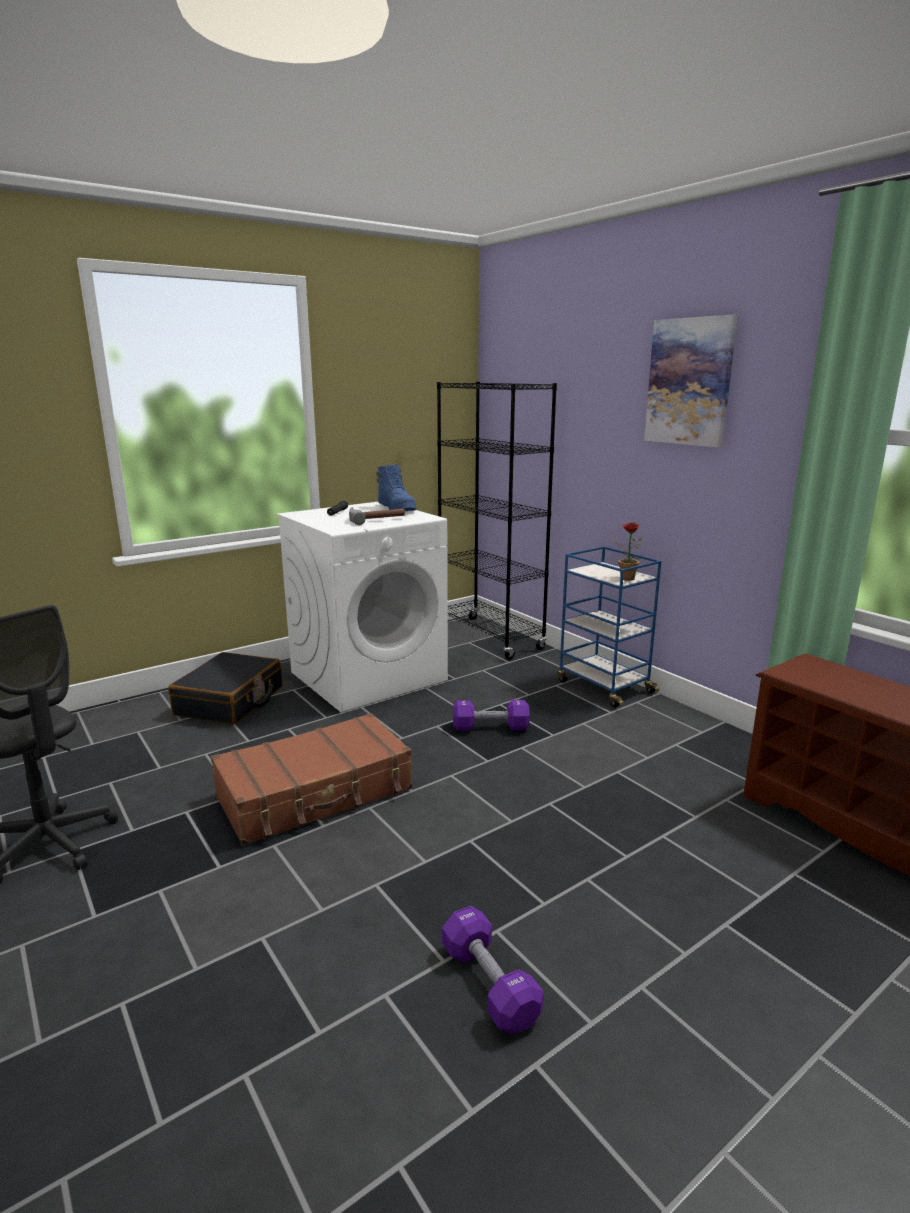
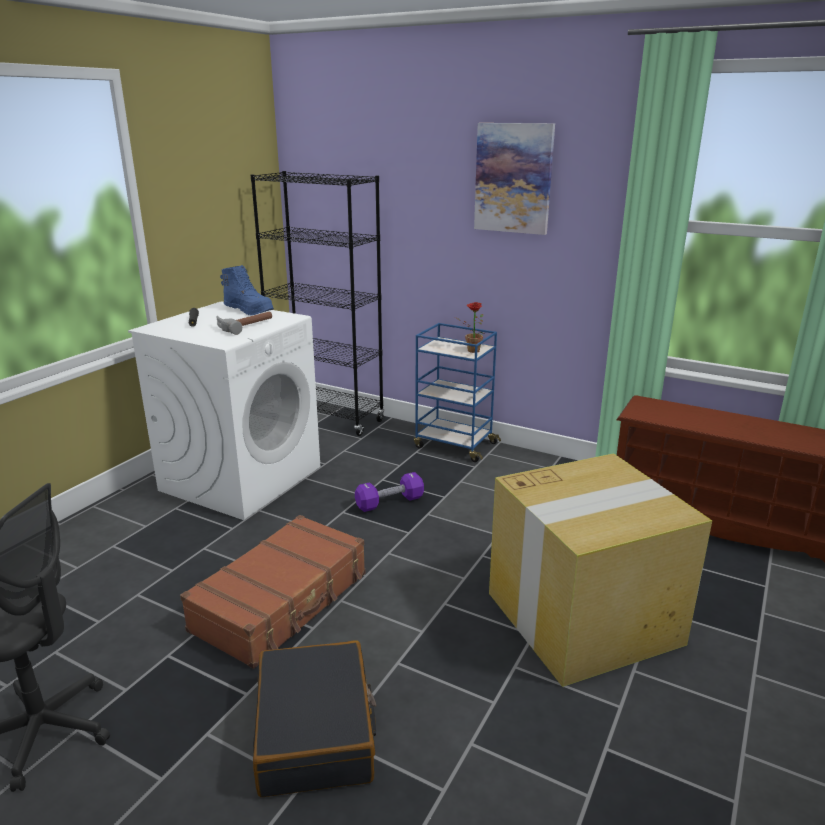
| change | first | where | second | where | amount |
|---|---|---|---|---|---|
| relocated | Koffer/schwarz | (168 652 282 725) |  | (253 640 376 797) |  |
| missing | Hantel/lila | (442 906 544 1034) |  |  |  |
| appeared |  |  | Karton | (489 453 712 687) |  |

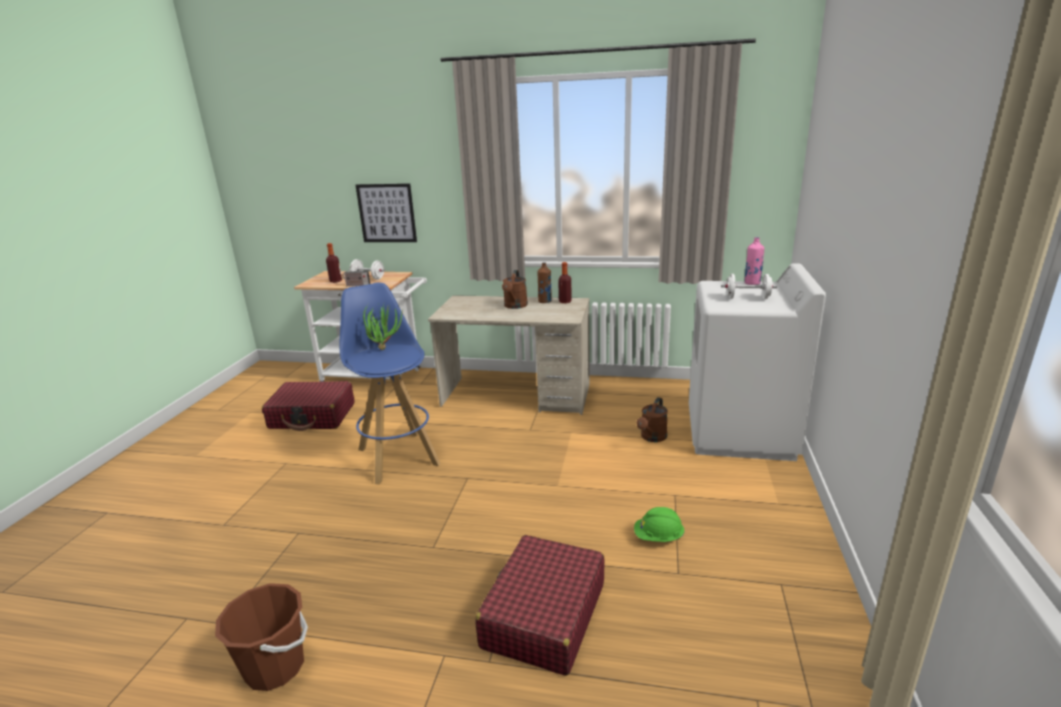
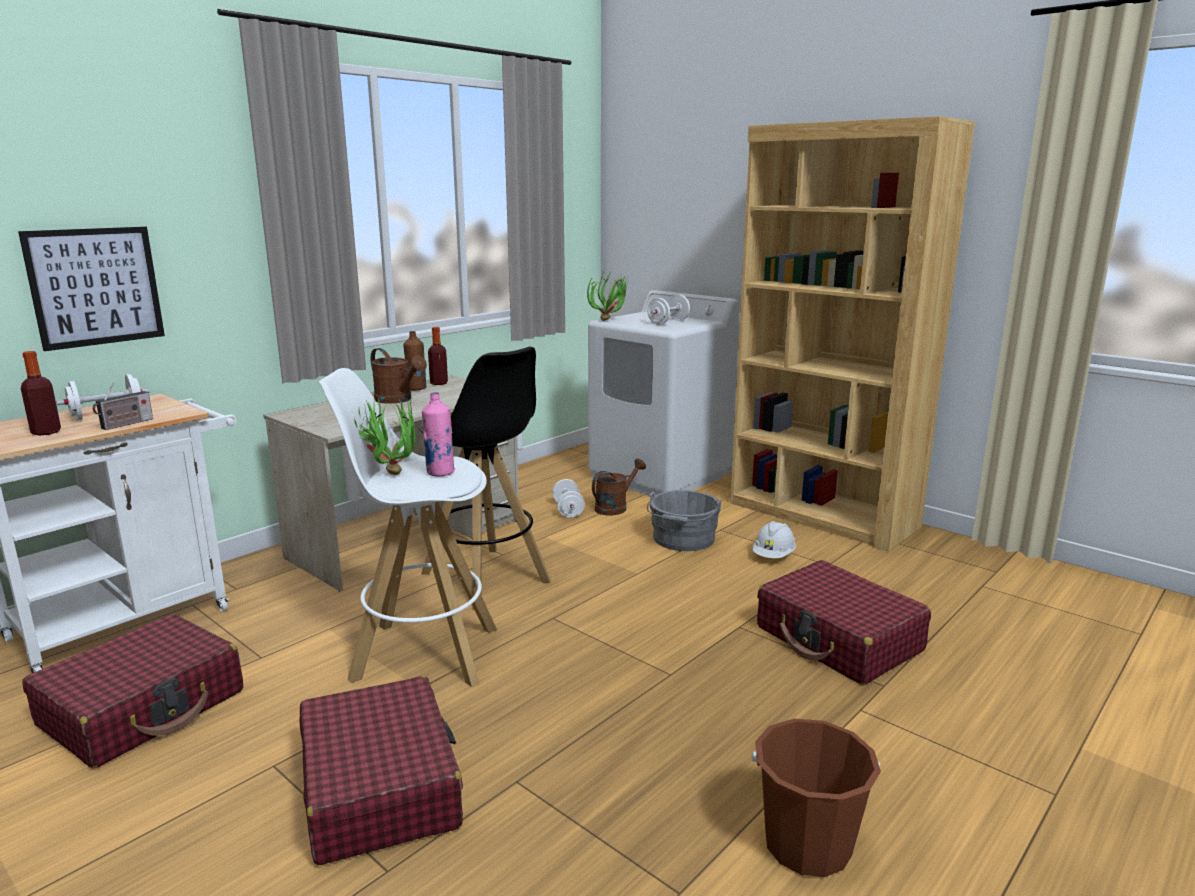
| change | first | where | second | where | amount |
|---|---|---|---|---|---|
| relocated | Flasche/rosa | (744 237 764 285) |  | (422 392 455 477) |  |
| colour | Hocker/blau | (340 283 441 485) | Hocker/weiß | (318 368 497 687) |  |
| spun | Gießkanne/braun | (637 397 668 442) |  | (592 459 646 515) | 105 degrees counterclockwise |
| colour | Schutzhelm/grün | (634 507 685 542) | Schutzhelm/weiß | (753 521 796 558) |  |
| appeared |  |  | Bücherregal/braun | (730 116 975 552) |  |
| appeared |  |  | Topfpflanze | (587 270 628 321) |  |
| appeared |  |  | Hocker/schwarz | (418 347 551 610) |  |
| appeared |  |  | Hantel/weiß | (552 479 585 518) |  |
| appeared |  |  | Eimer/grau | (647 490 721 551) |  |
| appeared |  |  | Koffer/rot | (299 676 463 865) |  |

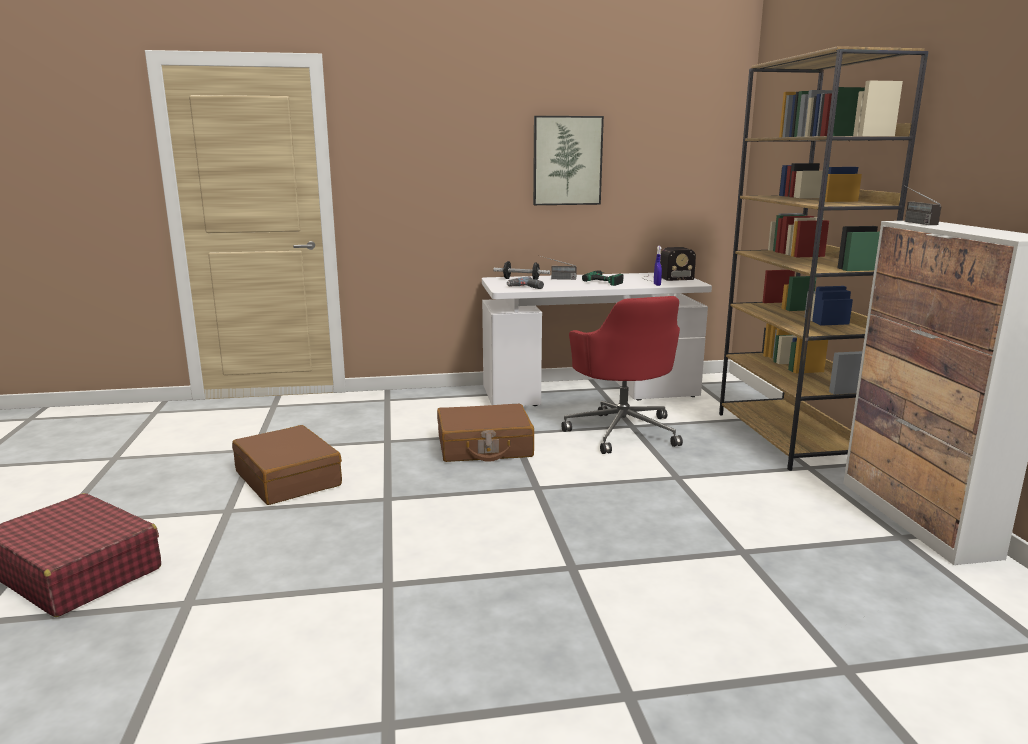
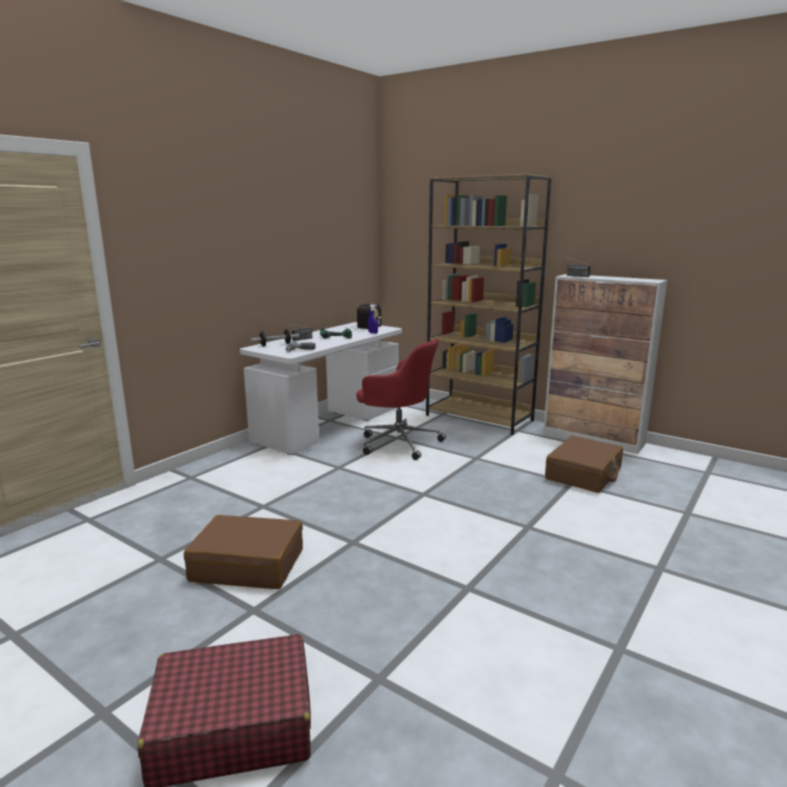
| change | first | where | second | where | amount |
|---|---|---|---|---|---|
| missing | Bild | (533 116 604 205) |  |  |  |
| relocated | Koffer/braun | (437 404 534 462) |  | (545 436 623 493) |  |

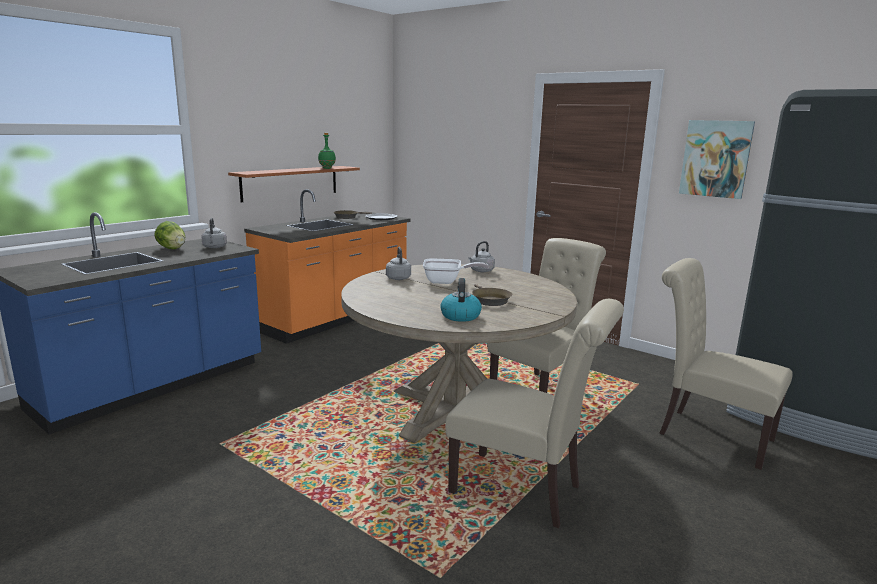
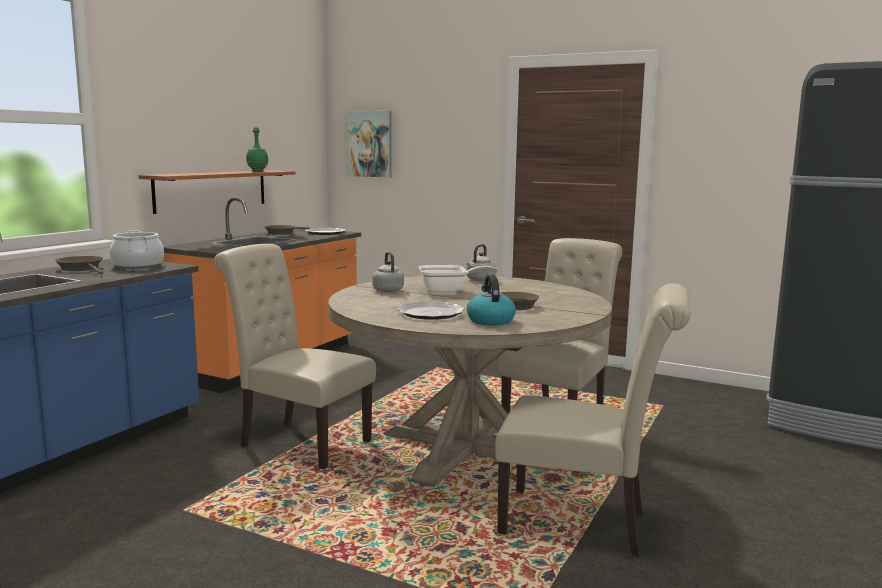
| change | first | where | second | where | amount |
|---|---|---|---|---|---|
| relocated | Bild | (679 120 755 199) |  | (345 111 392 178) |  |
| exchanged | Wasserkessel/grau | (201 218 227 248) | Kochtopf | (109 230 164 269) |  |
| exchanged | Salatkopf | (154 221 185 249) | Pfanne/braun | (55 256 103 275) |  |
| relocated | Stuhl/beige | (659 258 793 470) |  | (214 244 376 469) |  |
| appeared |  |  | Teller | (397 301 465 320) |  |

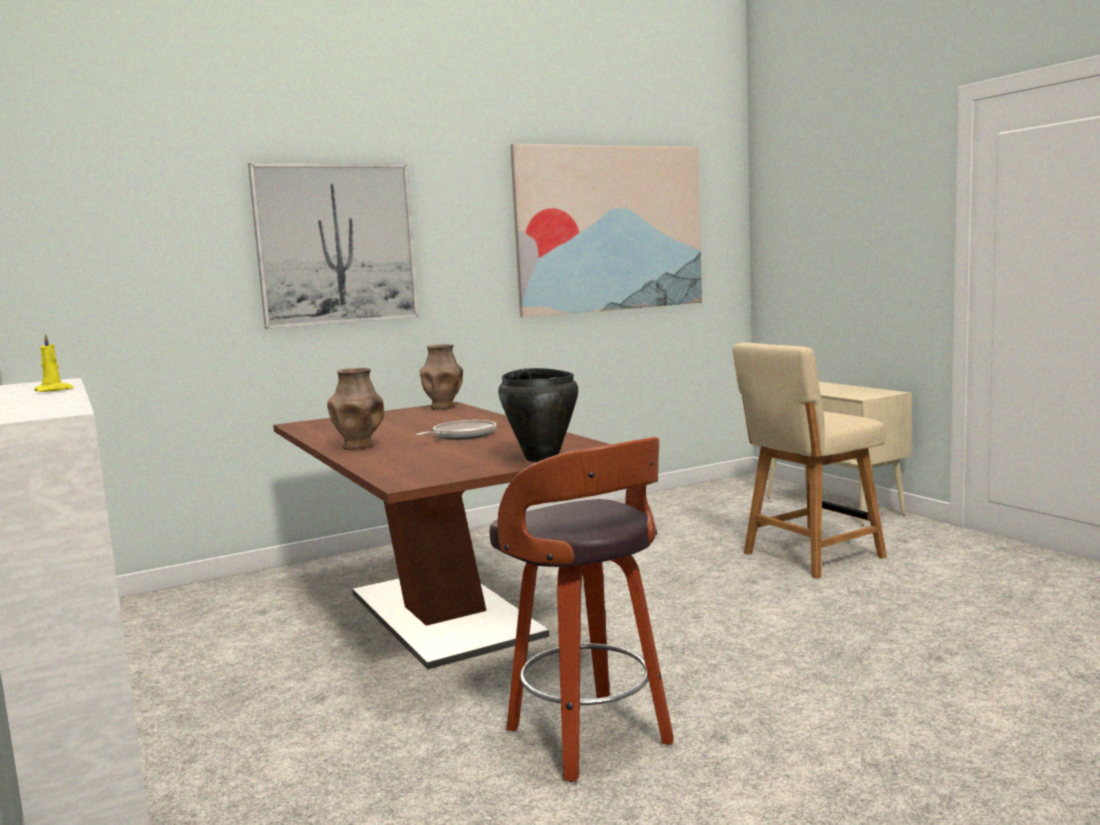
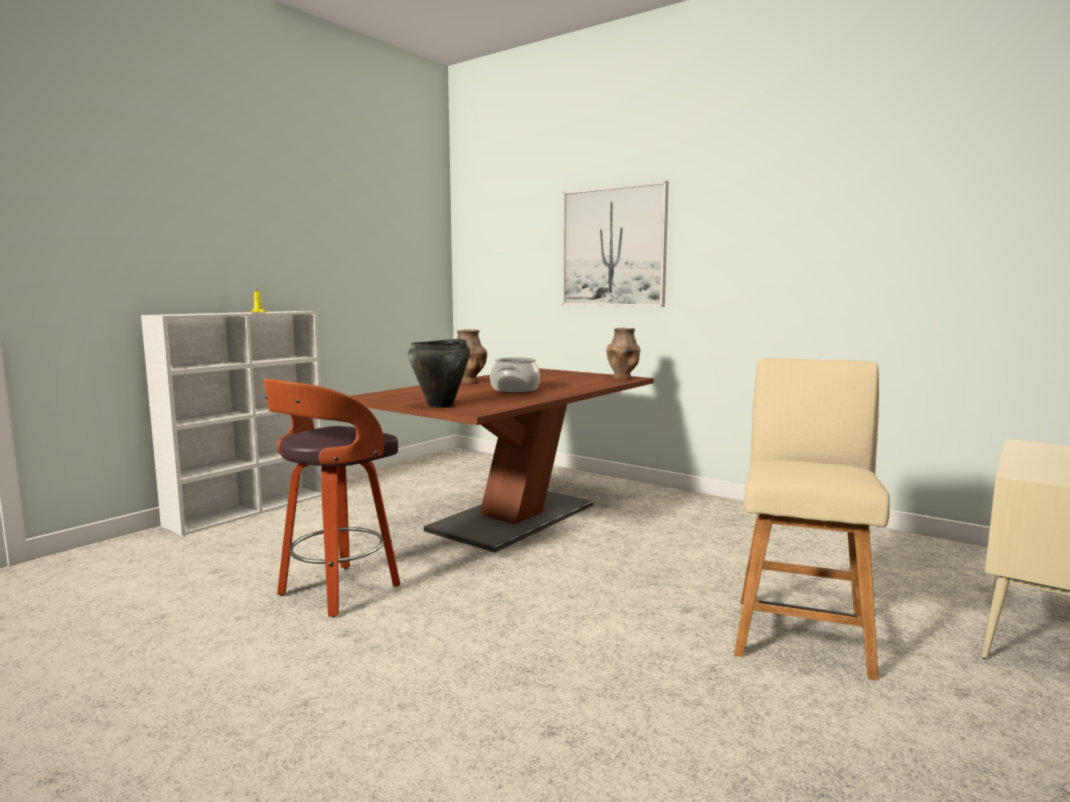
| change | first | where | second | where | amount |
|---|---|---|---|---|---|
| missing | Bild | (510 144 702 317) |  |  |  |
| spun | Stuhl/beige | (733 343 887 579) |  | (734 358 890 681) | 75 degrees clockwise |
| exchanged | Pfanne | (415 420 496 440) | Kochtopf | (490 357 540 393) |  |

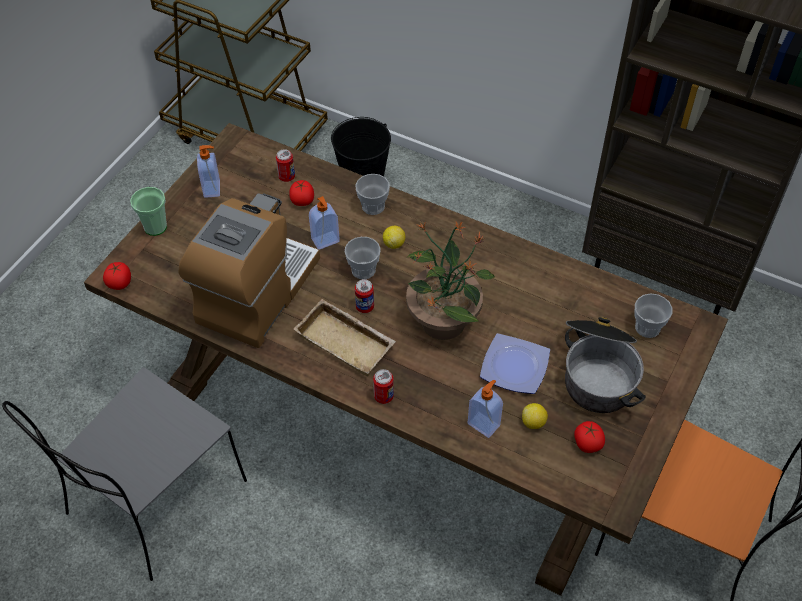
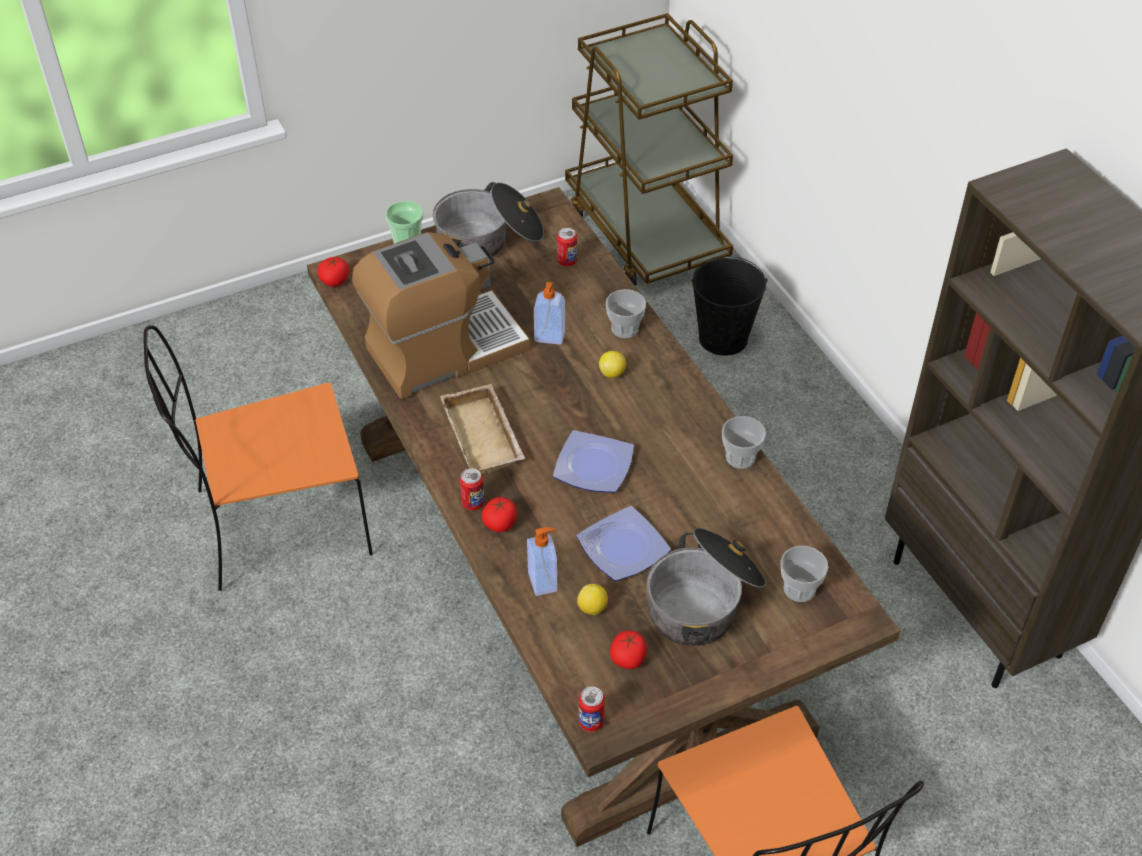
| change | first | where | second | where | amount |
|---|---|---|---|---|---|
| exchanged | Seifenspender | (197 145 220 198) | Kochtopf | (433 182 544 256) |  |
| relocated | Tomate | (289 180 314 206) |  | (482 497 517 532) |  |
| exchanged | Topfpflanze | (406 221 495 340) | Teller | (553 430 634 493) |  |
| relocated | Tasse | (345 237 381 279) |  | (722 416 766 469) |  |
| relocated | Dose | (355 279 374 313) |  | (579 687 605 732) |  |
| colour | Stuhl/grau | (2 367 247 581) | Stuhl/orange | (143 325 373 591) |  |

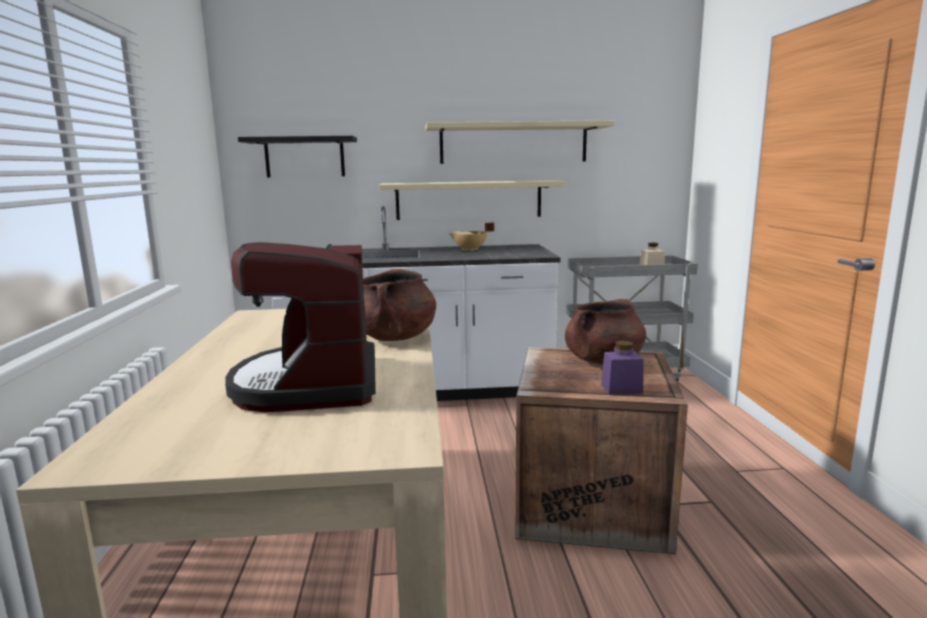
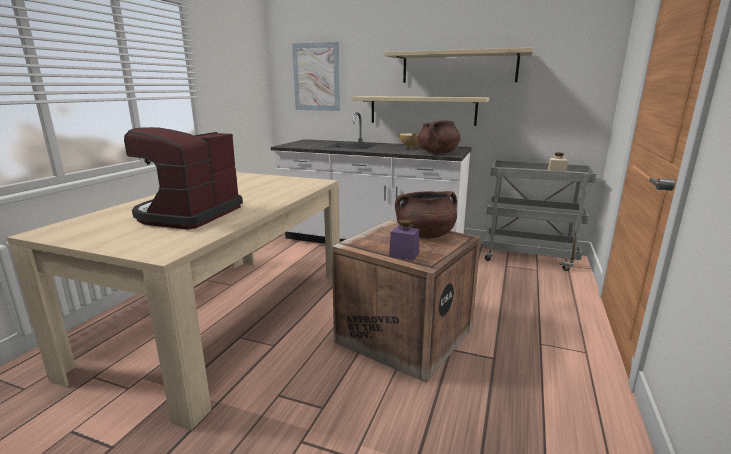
| change | first | where | second | where | amount |
|---|---|---|---|---|---|
| exchanged | Wandregal/schwarz | (238 136 357 178) | Bild | (292 42 340 111) |  |
| relocated | Kochtopf/braun | (363 269 436 341) |  | (418 120 460 153) |  |

